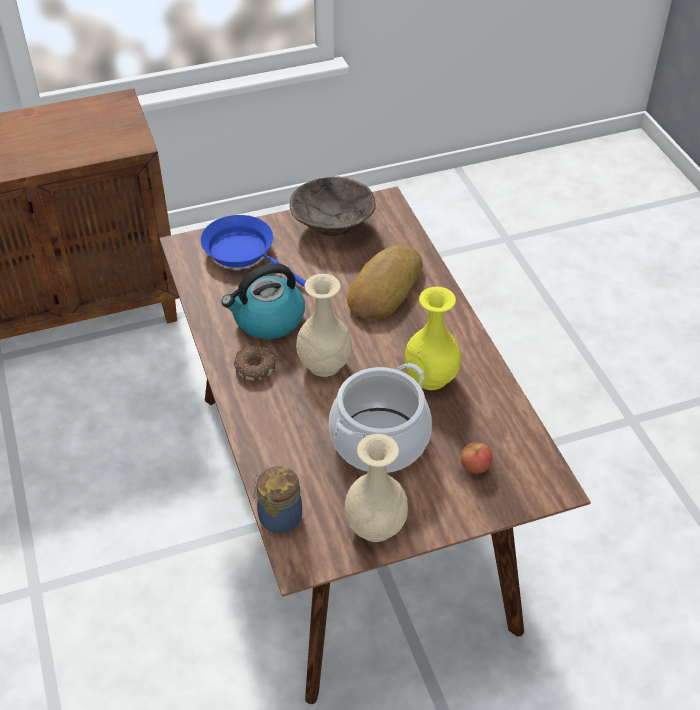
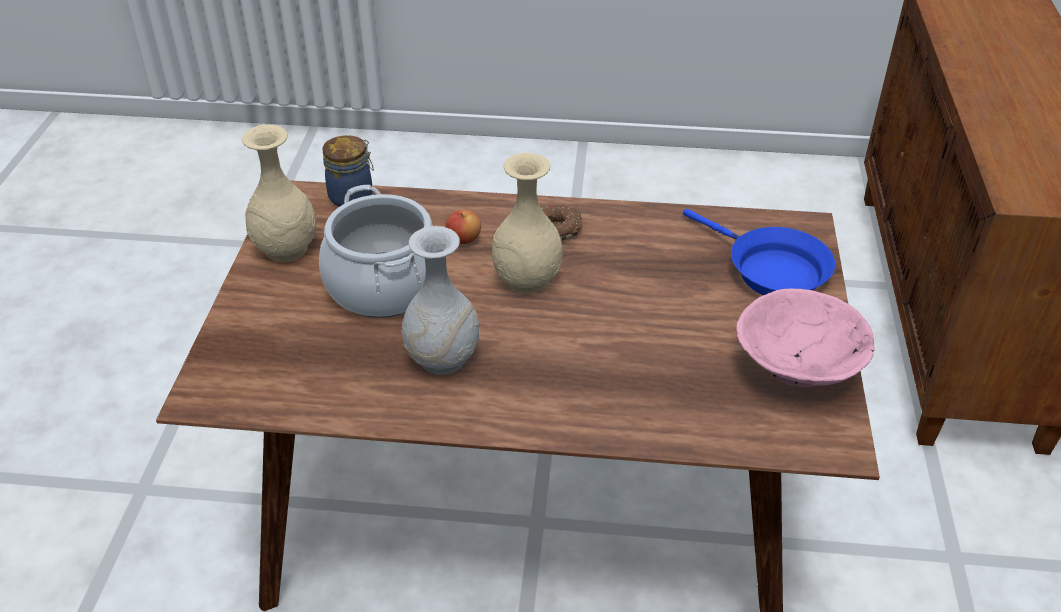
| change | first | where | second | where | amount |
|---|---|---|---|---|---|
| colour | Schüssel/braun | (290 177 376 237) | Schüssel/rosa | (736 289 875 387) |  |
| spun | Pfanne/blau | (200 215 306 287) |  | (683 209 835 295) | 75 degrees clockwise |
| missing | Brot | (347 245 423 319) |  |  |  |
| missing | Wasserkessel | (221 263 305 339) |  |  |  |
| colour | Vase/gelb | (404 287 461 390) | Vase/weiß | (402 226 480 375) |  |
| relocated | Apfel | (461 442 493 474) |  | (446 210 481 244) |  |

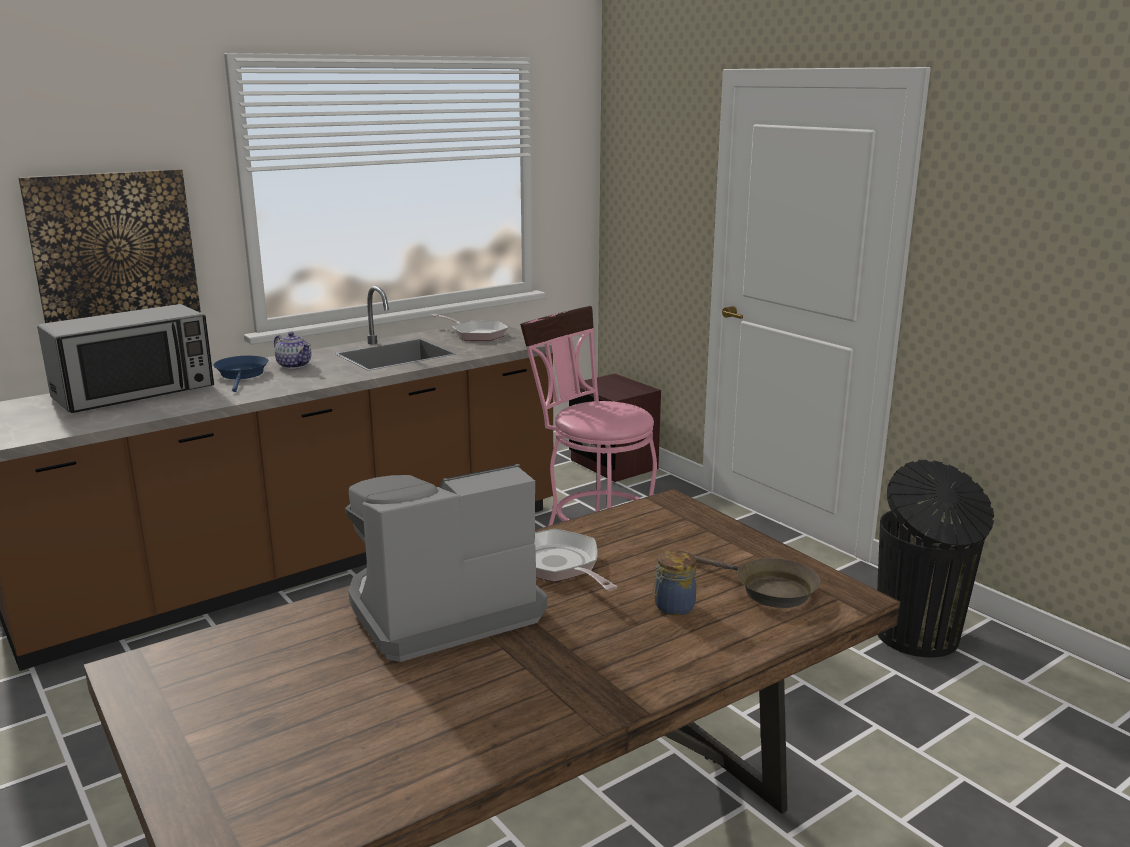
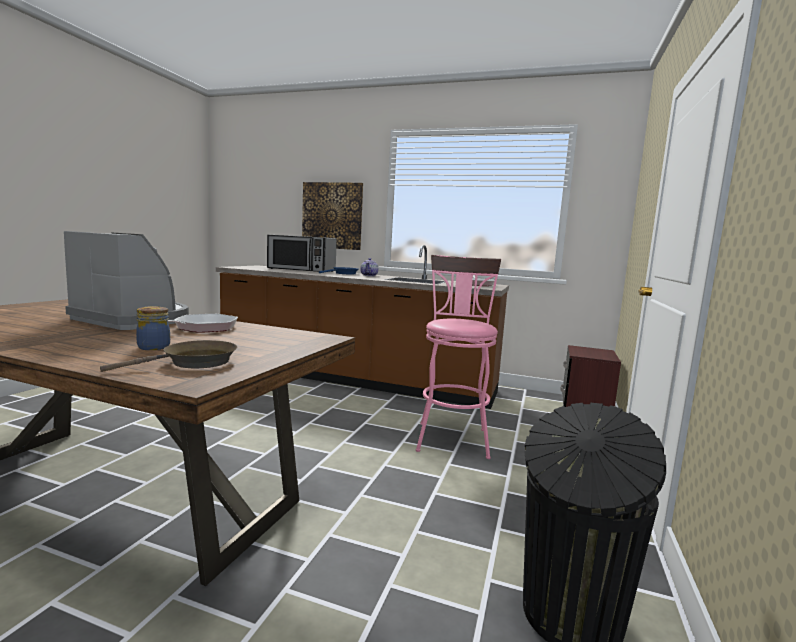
| change | first | where | second | where | amount |
|---|---|---|---|---|---|
| spun | Pfanne/braun | (693 555 820 608) |  | (100 340 237 372) | 135 degrees counterclockwise |

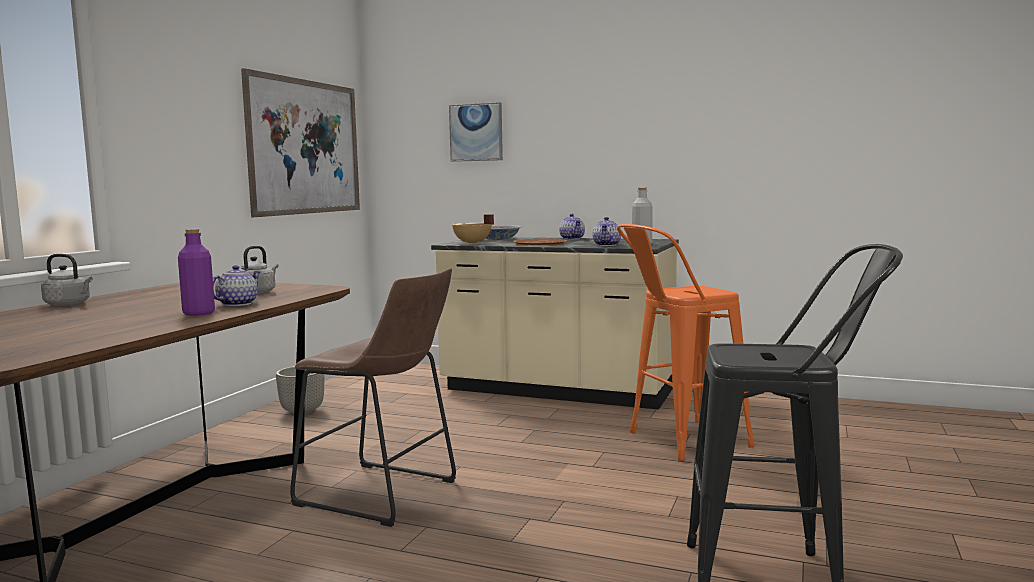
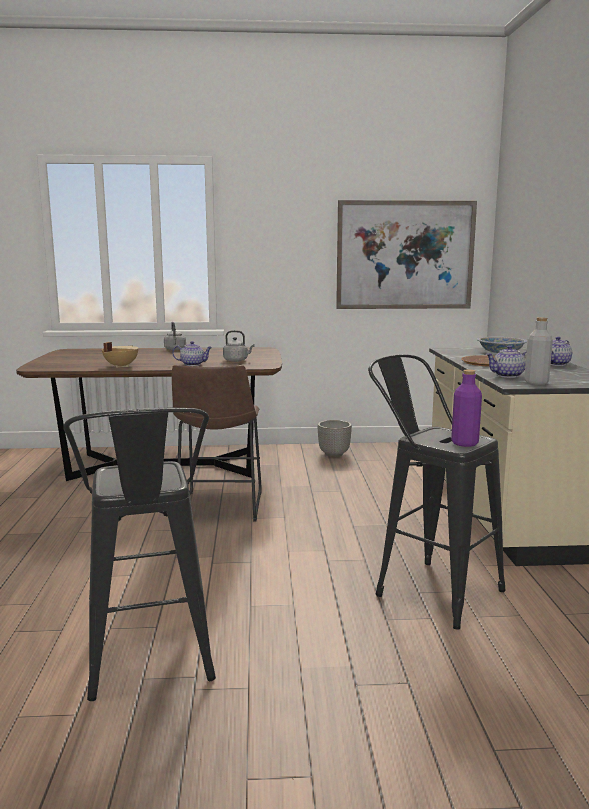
| change | first | where | second | where | amount |
|---|---|---|---|---|---|
| missing | Bild | (449 102 503 162) |  |  |  |
| relocated | Kochtopf/beige | (452 214 494 245) |  | (102 342 139 368) |  |
| colour | Hocker/orange | (617 224 755 461) | Hocker/schwarz | (368 354 505 630) |  |
| relocated | Flasche/lila | (178 229 215 316) |  | (451 370 482 447) |  |

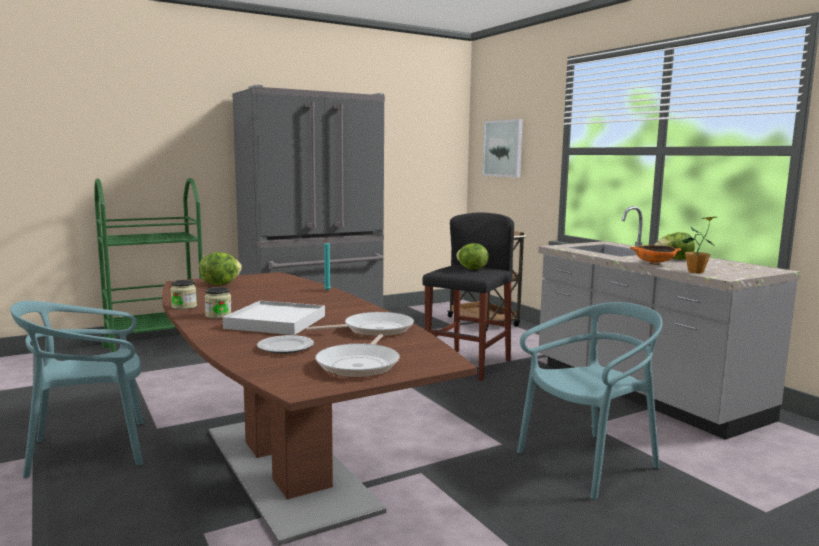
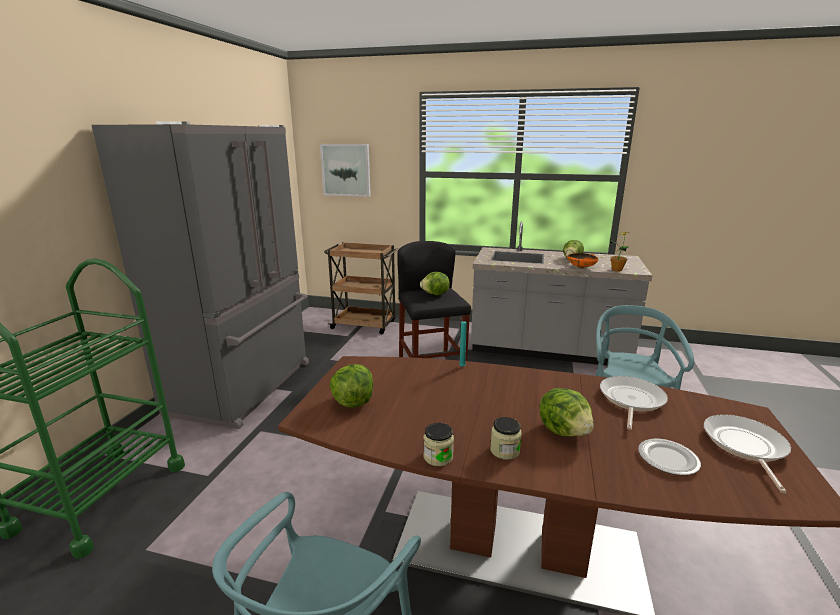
| change | first | where | second | where | amount |
|---|---|---|---|---|---|
| exchanged | Tablett/weiß | (223 301 325 335) | Salatkopf | (540 388 593 437) |  |
| spun | Pfanne | (315 334 400 377) |  | (704 414 791 493) | 135 degrees counterclockwise |

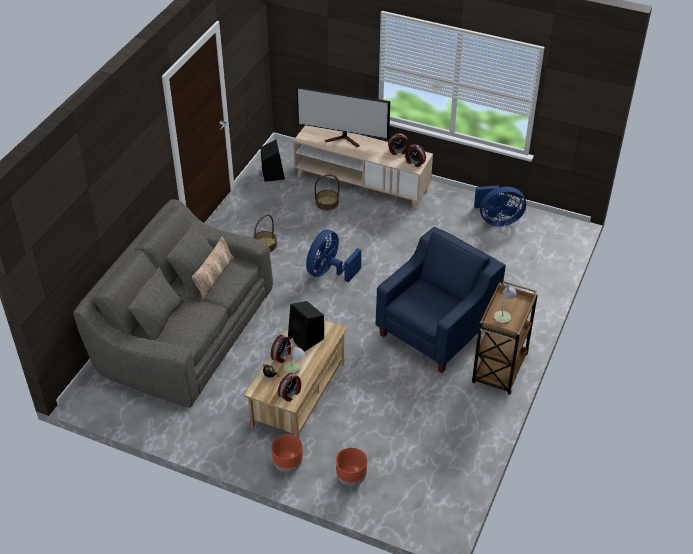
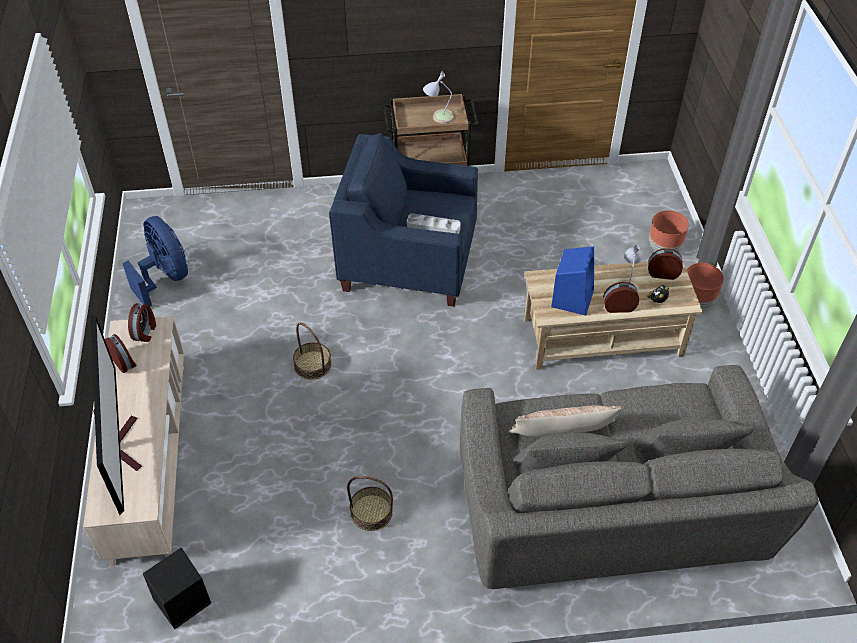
| change | first | where | second | where | amount |
|---|---|---|---|---|---|
| relocated | Korb | (315 175 339 211) |  | (293 323 332 380) |  |
| missing | Ventilator/blau | (306 230 361 282) |  |  |  |
| colour | Lautsprecher/schwarz | (288 301 324 351) | Lautsprecher/blau | (551 246 594 316) |  |
| appeared |  |  | Tablett/grau | (407 213 461 234) |  |

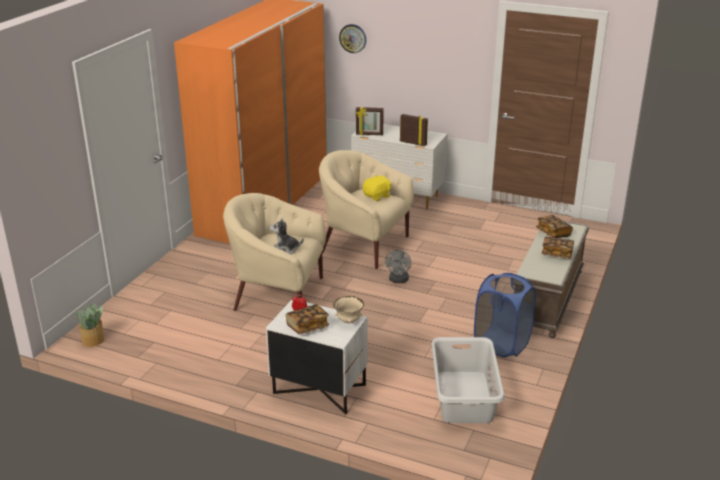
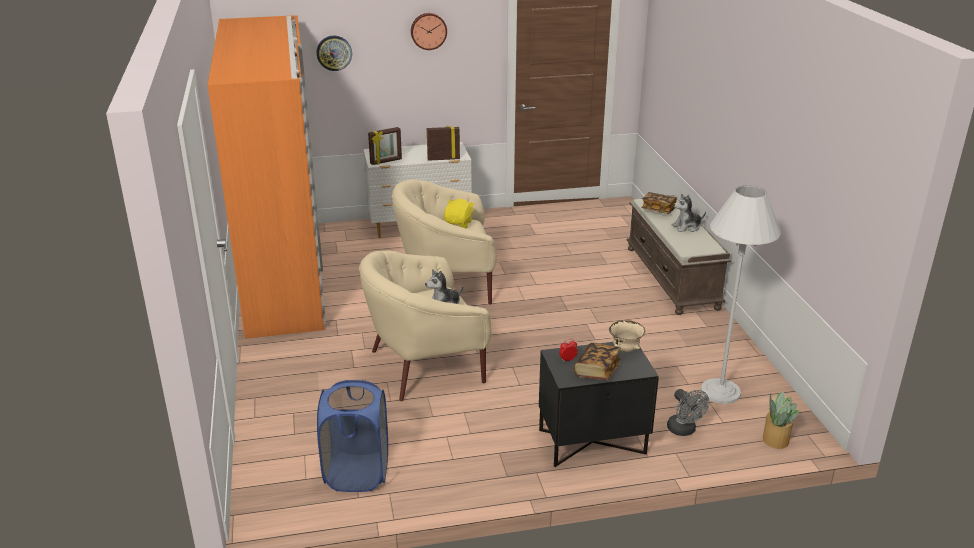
| change | first | where | second | where | amount |
|---|---|---|---|---|---|
| exchanged | Buch | (542 237 574 259) | Plüschtier | (672 194 706 232) |  |
| relocated | Ventilator/grau | (385 250 411 283) |  | (667 389 710 436) |  |
| relocated | Wäschekorb/blau | (474 273 536 357) |  | (317 380 388 492) |  |
| colour | Nachttisch/weiß | (266 300 368 414) | Nachttisch/schwarz | (539 342 659 467) |  |
| relocated | Topfpflanze | (76 303 105 347) |  | (763 392 799 449) |  |
| exchanged | Wäschekorb/grau | (431 337 505 423) | Stehlampe/weiß | (700 185 781 404) |  |
| appeared |  |  | Wanduhr | (411 13 447 50) |  |

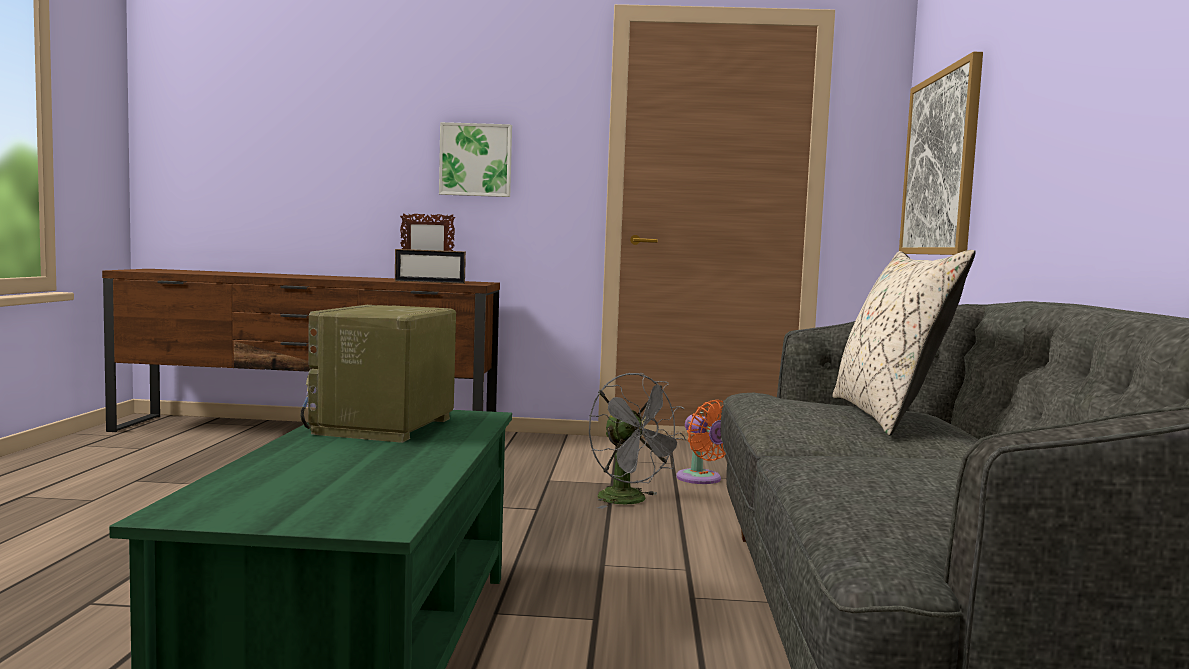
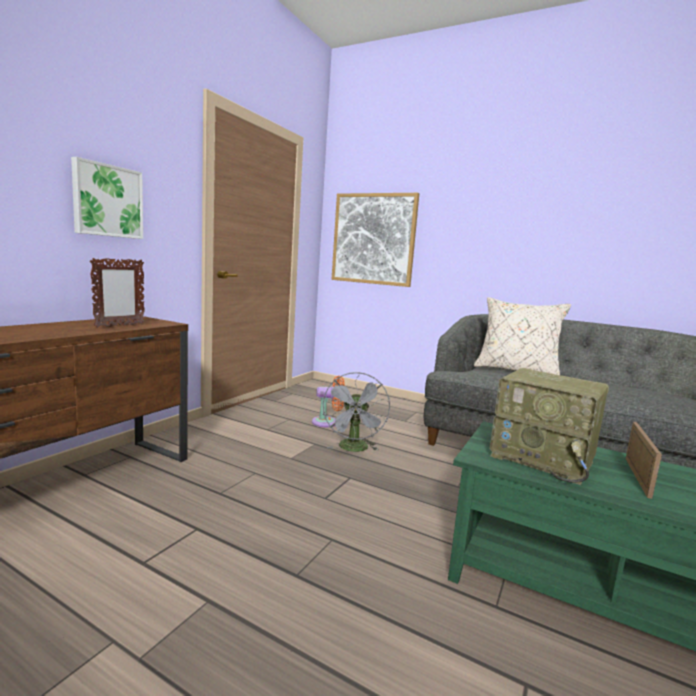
| change | first | where | second | where | amount |
|---|---|---|---|---|---|
| relocated | Bilderrahmen | (395 249 466 284) |  | (626 422 662 499) |  |
| spun | Ventilator/grau | (589 373 686 509) |  | (323 372 390 452) | 105 degrees clockwise |

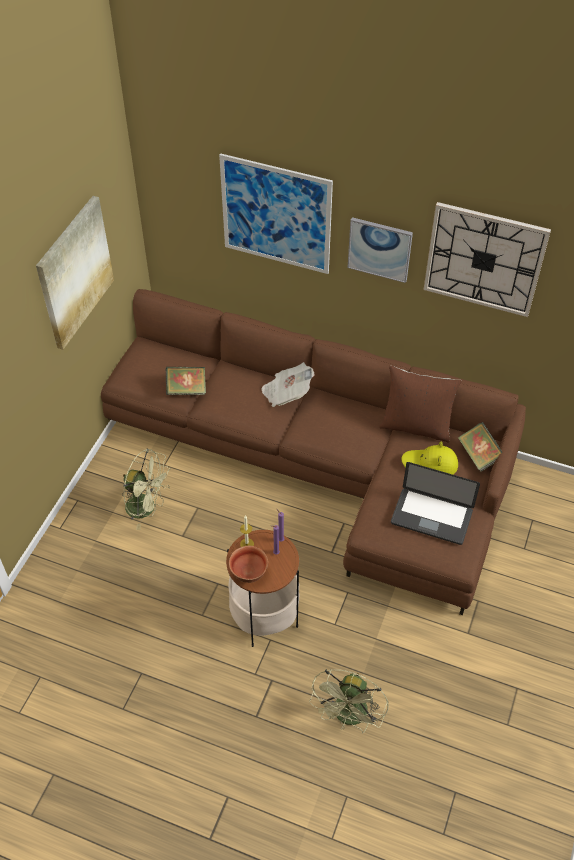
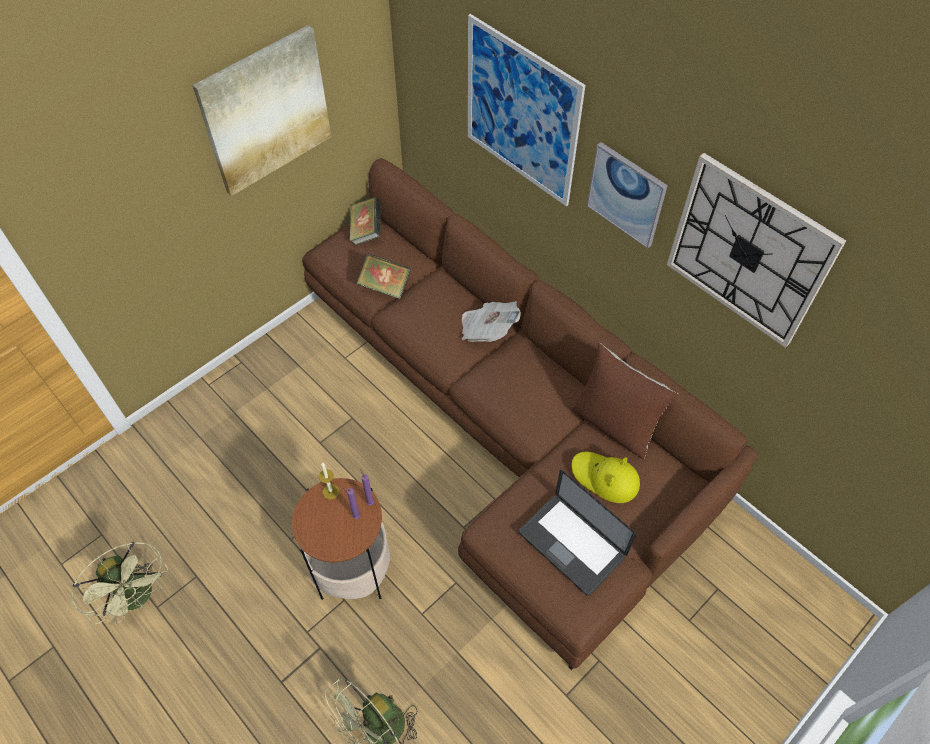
| change | first | where | second | where | amount |
|---|---|---|---|---|---|
| relocated | Buch | (458 422 502 472) |  | (350 197 380 246) |  |
| relocated | Ventilator/grün | (122 449 171 530) |  | (72 542 168 626) |  |
| missing | Schüssel | (229 546 268 583) |  |  |  |

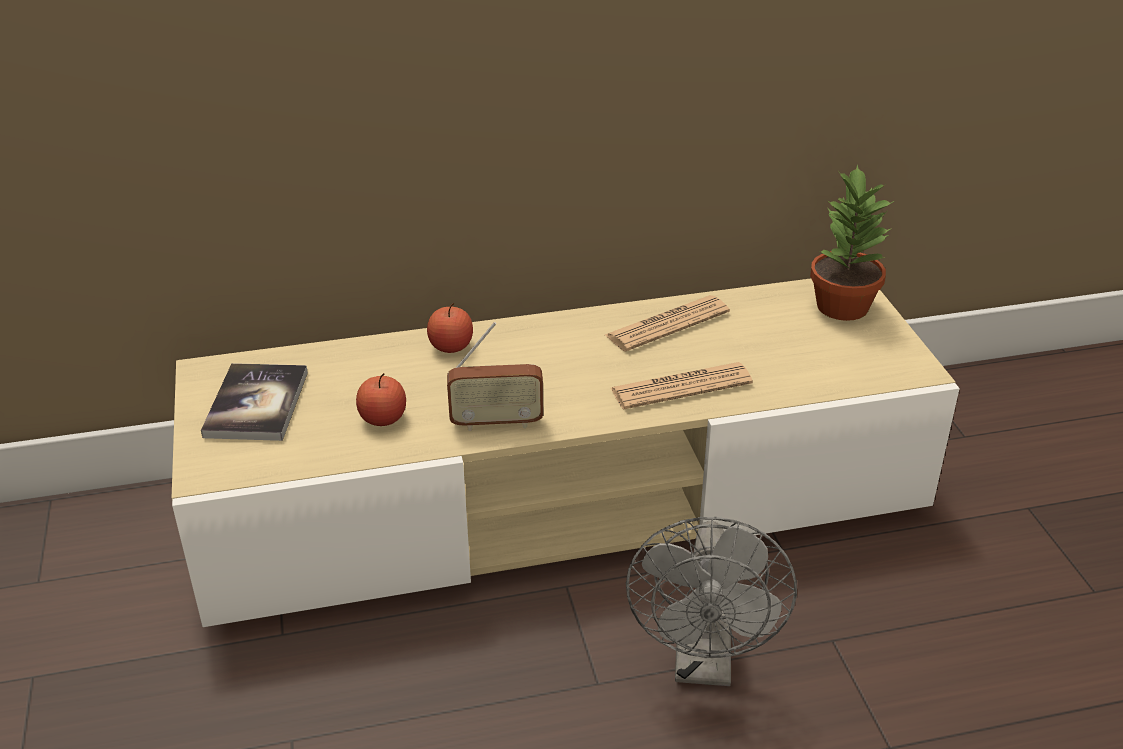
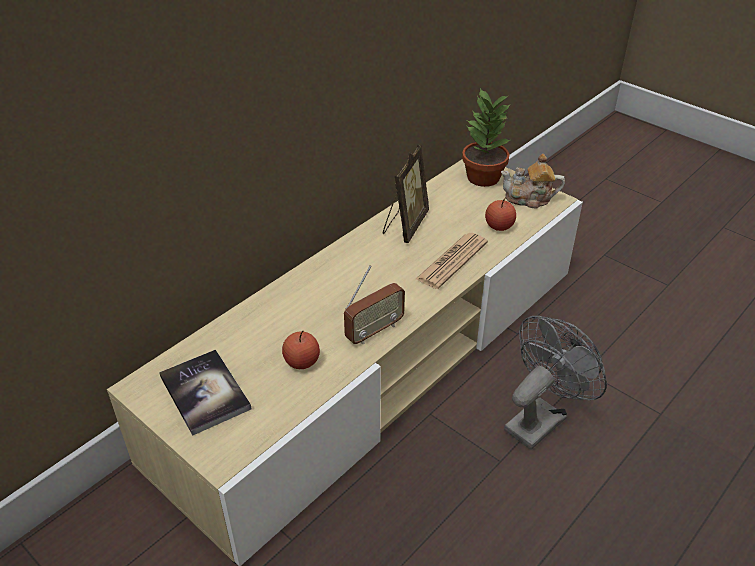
| change | first | where | second | where | amount |
|---|---|---|---|---|---|
| exchanged | Zeitung | (605 295 730 352) | Bilderrahmen | (383 145 429 243) |  |
| relocated | Apfel | (427 303 473 353) |  | (485 197 516 231) |  |
| spun | Ventilator/grau | (626 517 797 686) |  | (504 316 607 450) | 105 degrees counterclockwise |
| appeared |  |  | Teekanne | (501 154 565 208) |  |

